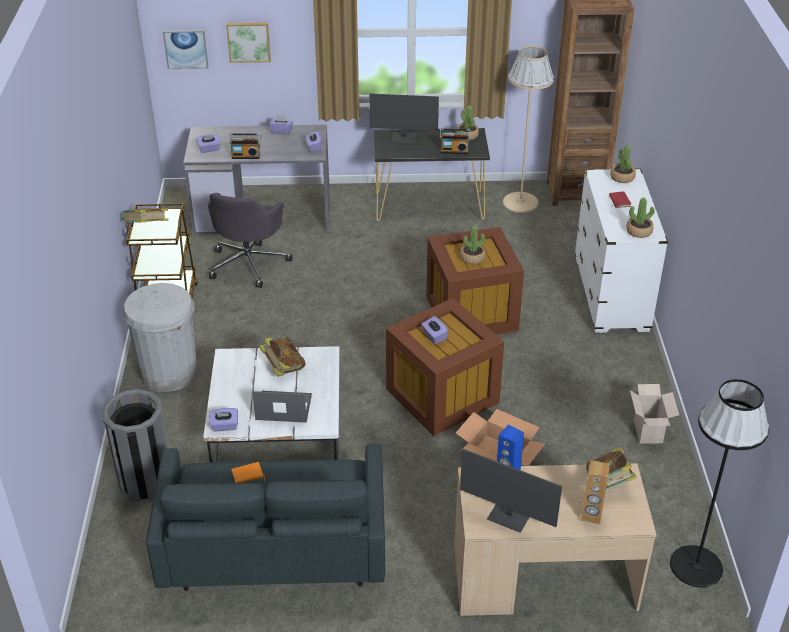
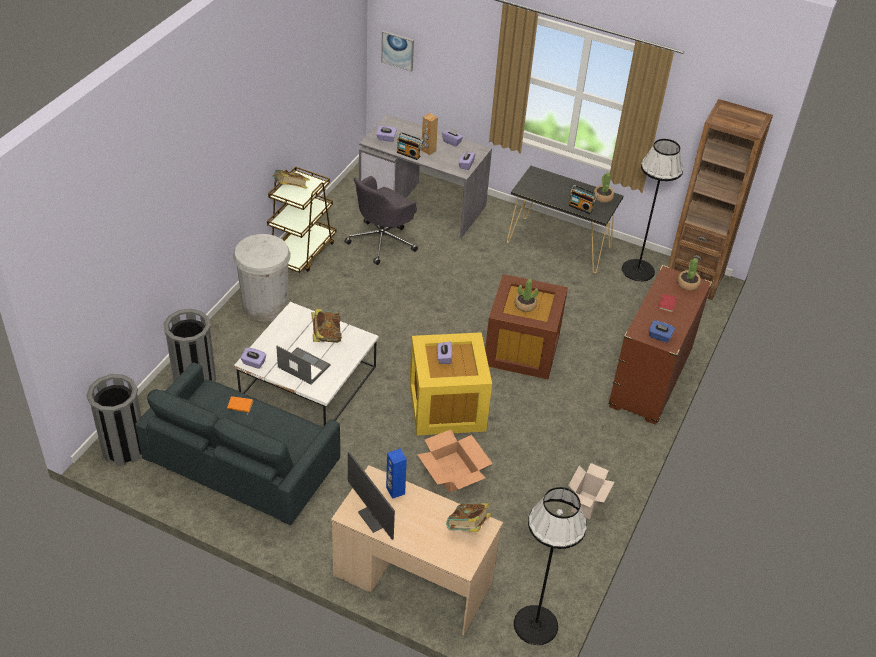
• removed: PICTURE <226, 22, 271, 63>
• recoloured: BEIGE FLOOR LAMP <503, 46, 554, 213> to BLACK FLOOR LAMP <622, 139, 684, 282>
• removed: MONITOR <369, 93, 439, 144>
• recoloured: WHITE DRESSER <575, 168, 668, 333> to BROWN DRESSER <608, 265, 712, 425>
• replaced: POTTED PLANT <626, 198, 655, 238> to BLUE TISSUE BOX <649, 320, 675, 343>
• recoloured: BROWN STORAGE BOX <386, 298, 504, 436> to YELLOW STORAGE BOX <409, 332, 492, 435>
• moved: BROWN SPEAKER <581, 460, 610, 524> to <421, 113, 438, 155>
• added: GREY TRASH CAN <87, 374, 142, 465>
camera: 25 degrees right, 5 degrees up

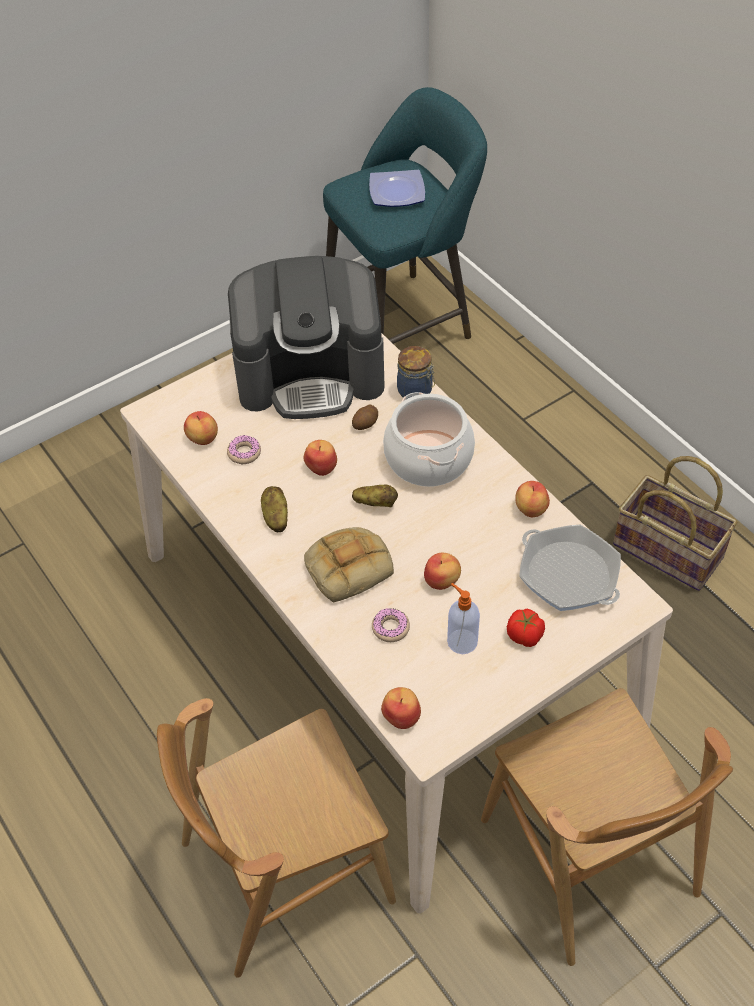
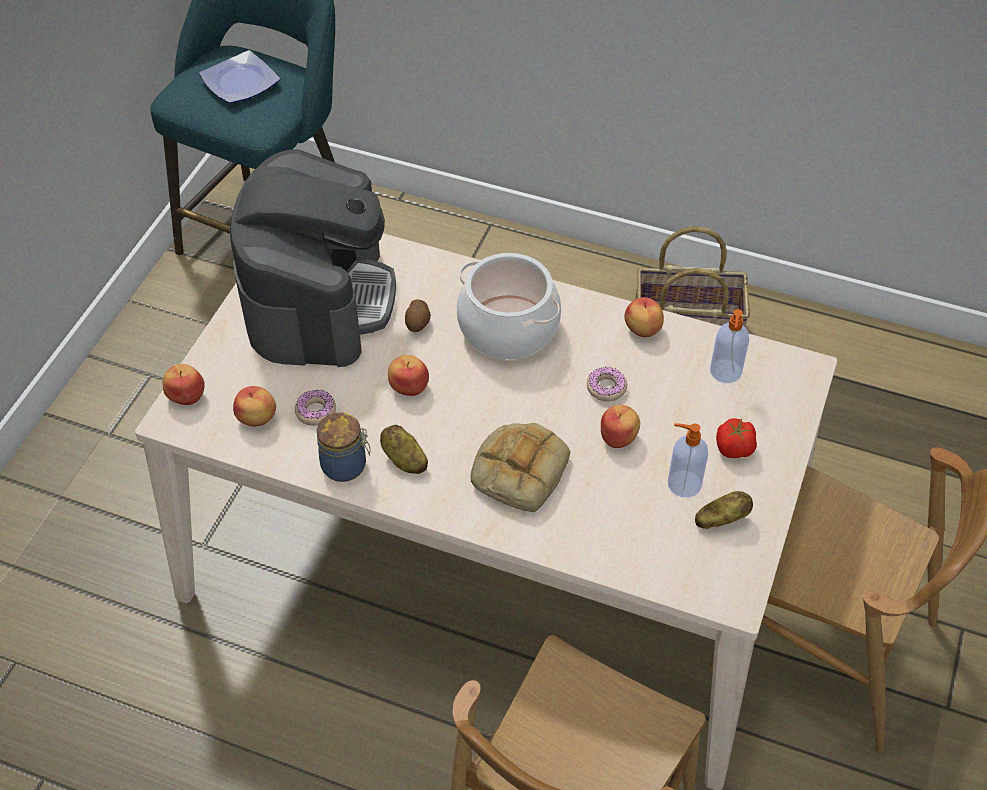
• turned: COFFEE MACHINE <228, 256, 385, 419> = <230, 149, 396, 367> 45 degrees counterclockwise
• moved: JAR <397, 346, 435, 399> to <317, 412, 371, 482>
• moved: POTATO <352, 485, 398, 508> to <695, 491, 753, 529>
• replaced: FRYING PAN <519, 524, 621, 611> to SOAP DISPENSER <710, 309, 749, 383>
• moved: DONUT <372, 608, 410, 642> to <587, 367, 627, 401>
• moved: APPLE <381, 687, 421, 729> to <163, 364, 205, 405>
camera: 35 degrees left, 0 degrees up

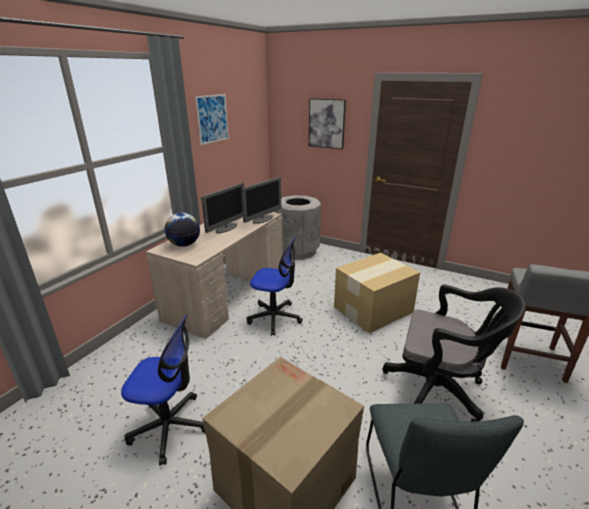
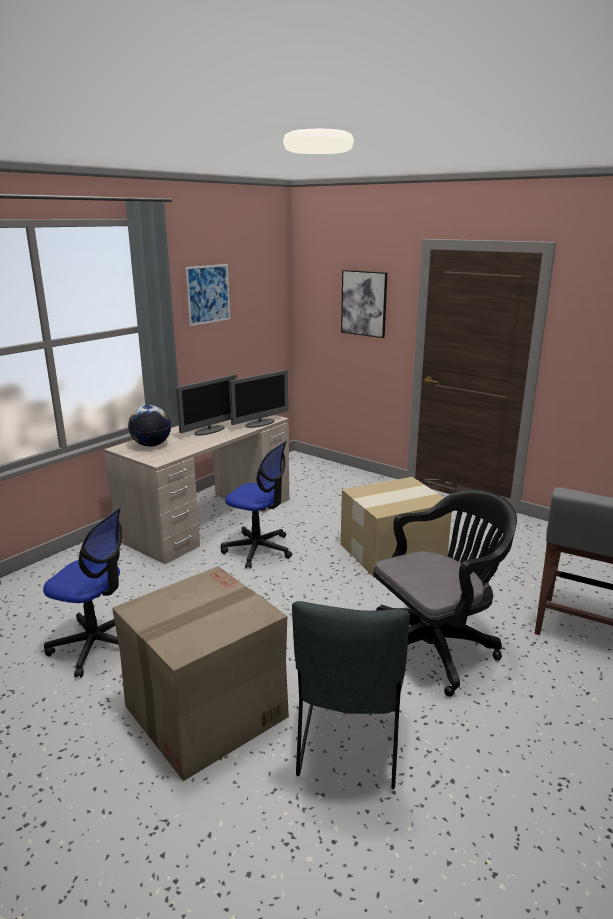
• removed: GREY TRASH CAN <276, 195, 321, 260>
• turned: BLACK OFFICE CHAIR <383, 285, 526, 422> = <373, 490, 517, 697> 60 degrees counterclockwise
camera: 10 degrees right, 5 degrees down

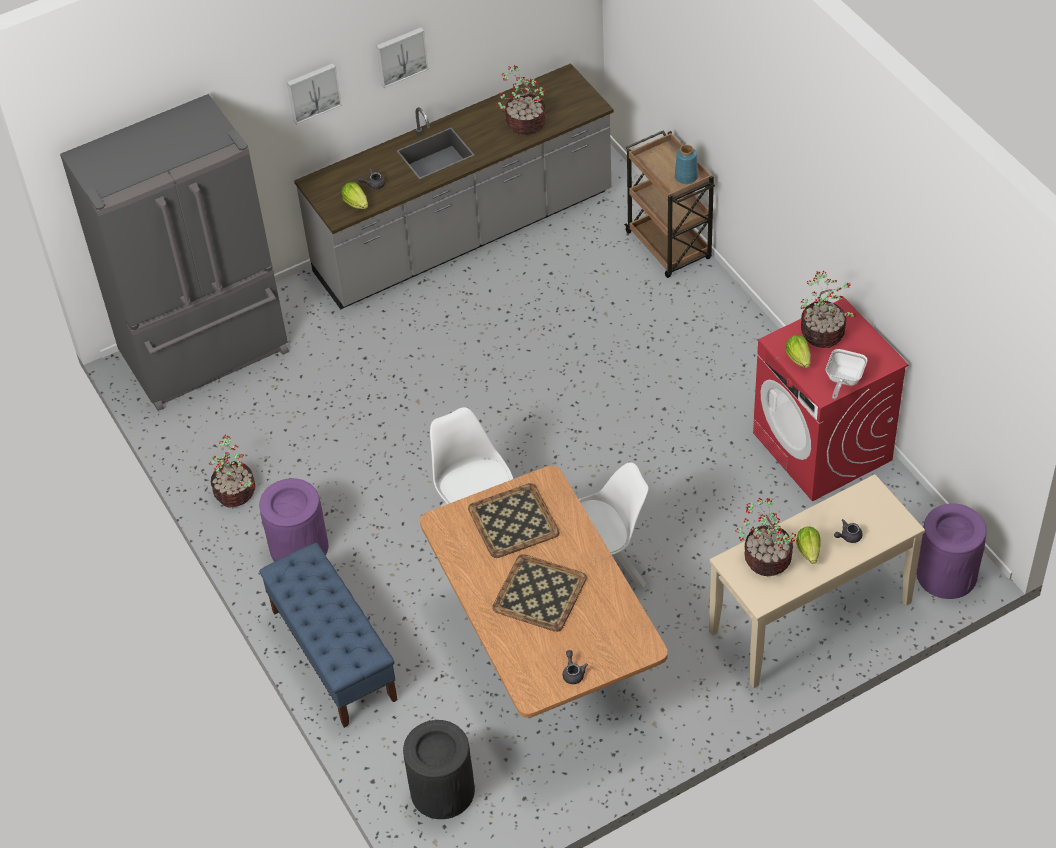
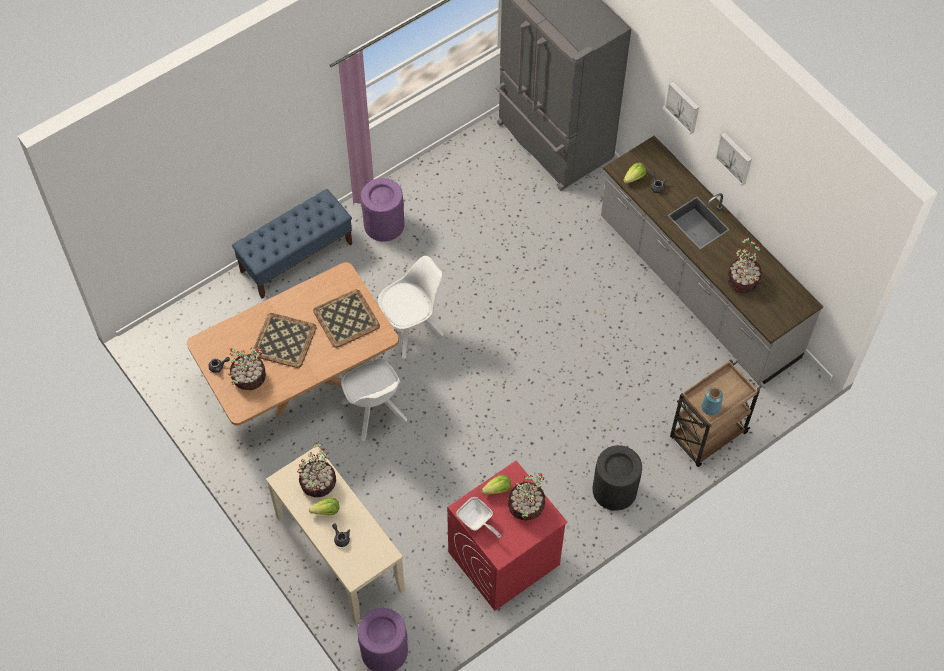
• turned: FRYING PAN <826, 349, 867, 399> = <456, 497, 501, 538> 150 degrees counterclockwise
• moved: POTTED PLANT <209, 435, 255, 508> to <228, 348, 266, 390>
• moved: BLACK TRASH CAN <403, 720, 475, 819> to <592, 445, 642, 511>
camera: 80 degrees right, 10 degrees up

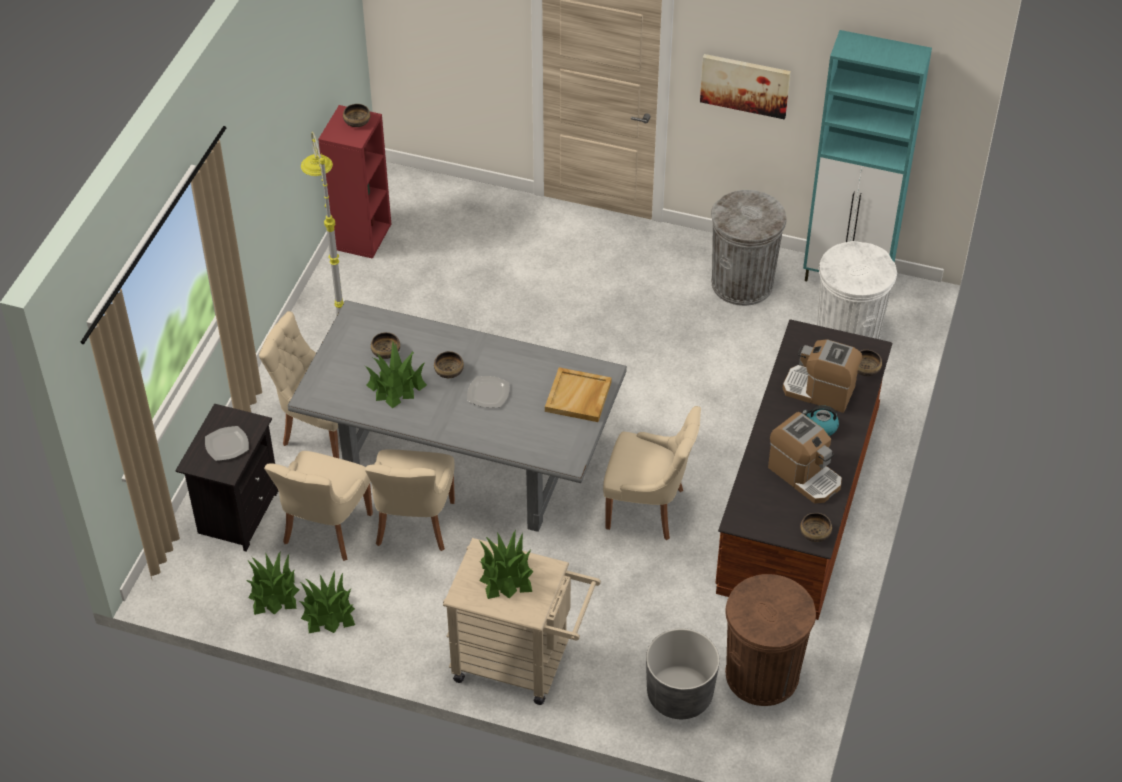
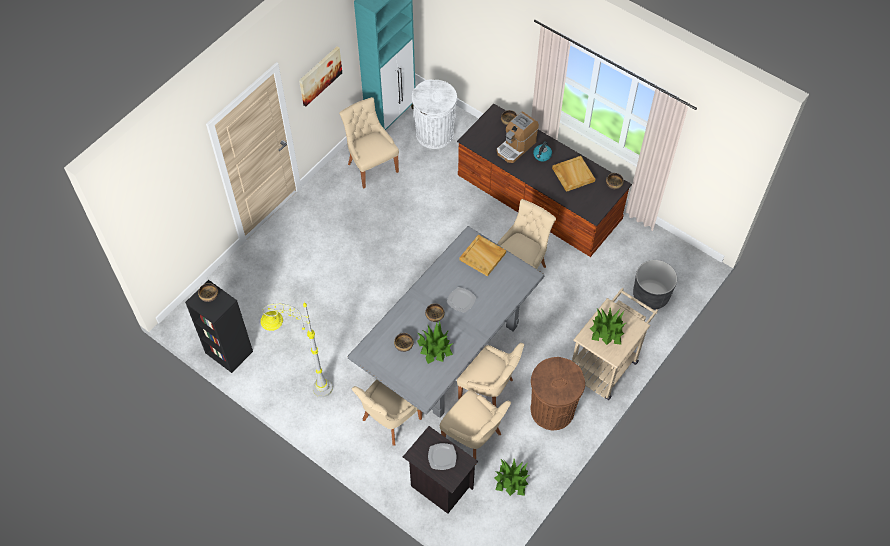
• recoloured: RED BOOKCASE <318, 105, 391, 259> to BLACK BOOKCASE <185, 280, 253, 373>
• replaced: GREY TRASH CAN <711, 190, 787, 306> to BEIGE CHAIR <339, 97, 399, 188>
• replaced: COFFEE MACHINE <768, 412, 842, 503> to BEIGE TRAY <552, 156, 595, 192>
• removed: POTTED PLANT <298, 570, 355, 633>
• moved: BROWN TRASH CAN <725, 574, 816, 706> to <531, 357, 585, 430>
camera: 70 degrees left, 10 degrees up

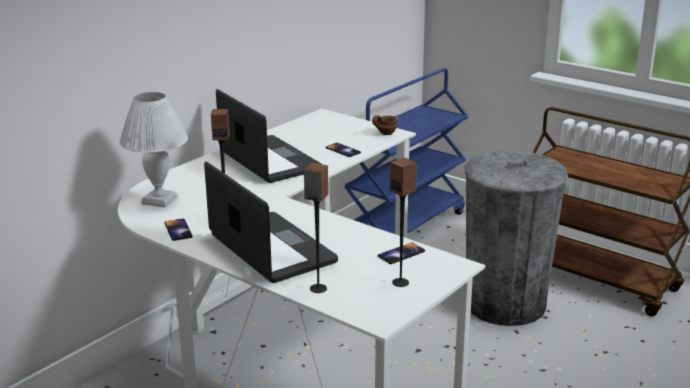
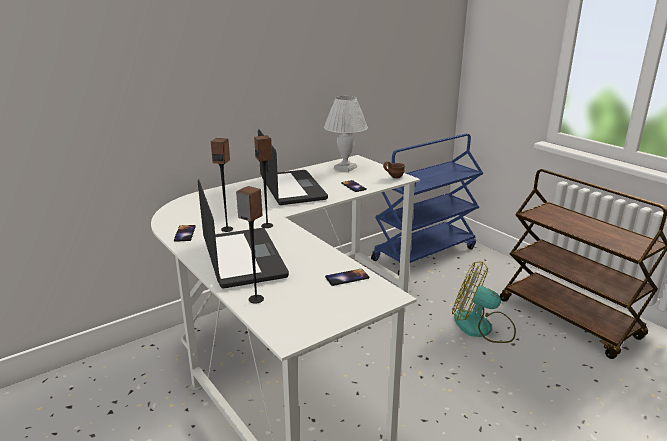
• moved: WHITE TABLE LAMP <119, 92, 188, 207> to <324, 96, 368, 172>
• replaced: GREY TRASH CAN <464, 150, 568, 326> to FAN <452, 262, 516, 343>
• moved: SPEAKER <390, 158, 417, 287> to <254, 135, 273, 228>
camera: 15 degrees right, 0 degrees up

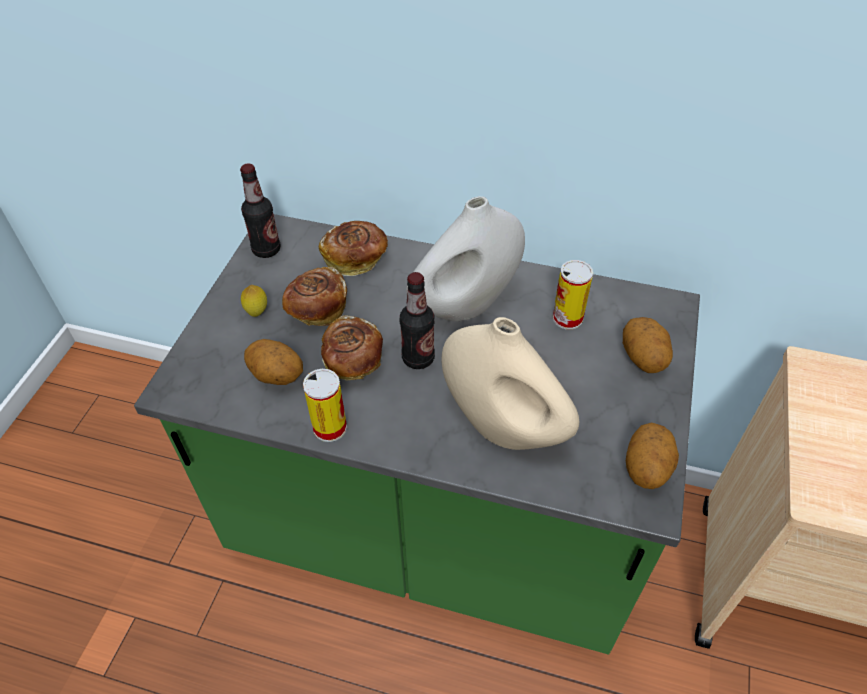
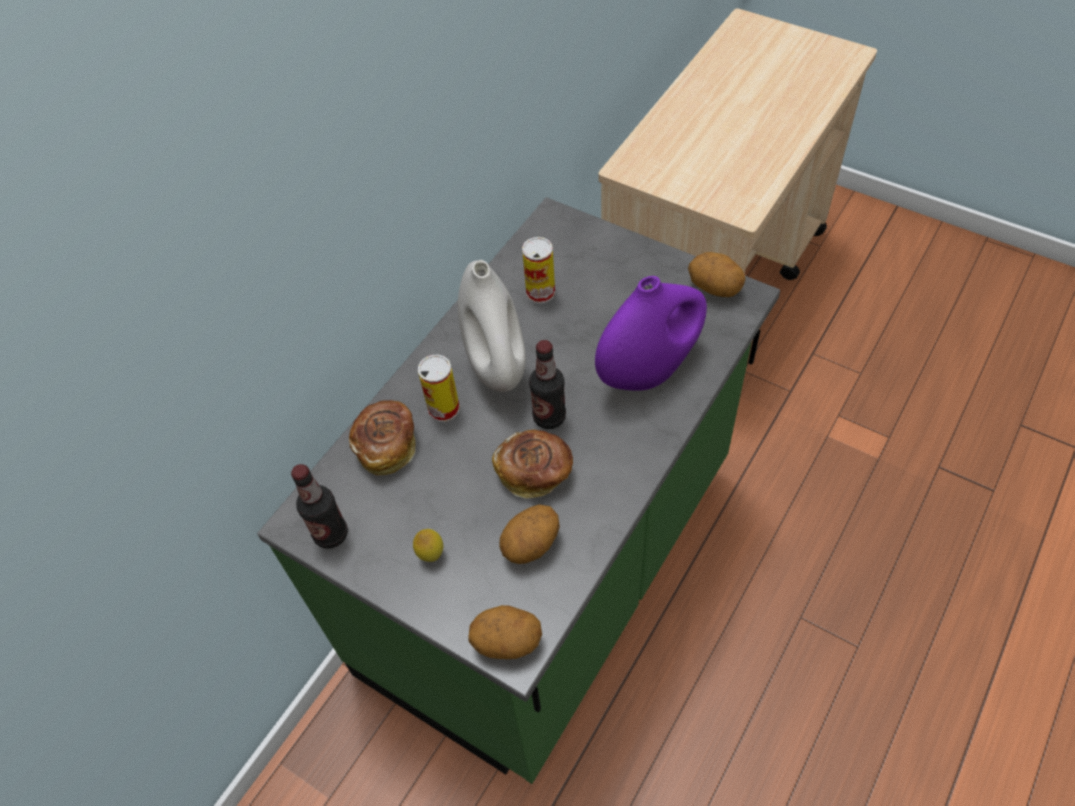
• removed: BREAD <282, 267, 347, 326>
• recoloured: BEIGE VASE <441, 317, 579, 450> to PURPLE VASE <595, 276, 707, 391>
• moved: POTATO <623, 317, 673, 373> to <468, 605, 542, 659>
• moved: CAN <303, 369, 347, 442> to <418, 355, 460, 422>
camera: 70 degrees left, 5 degrees up

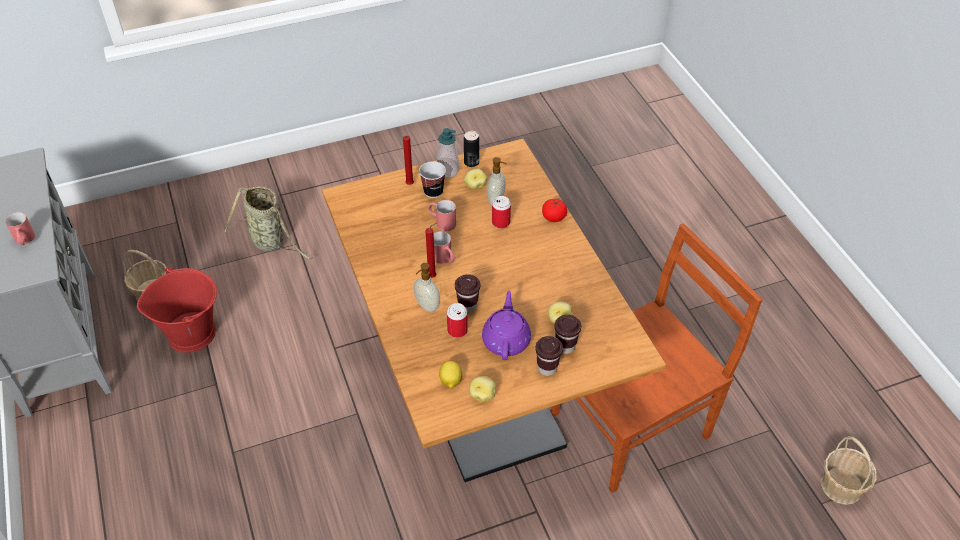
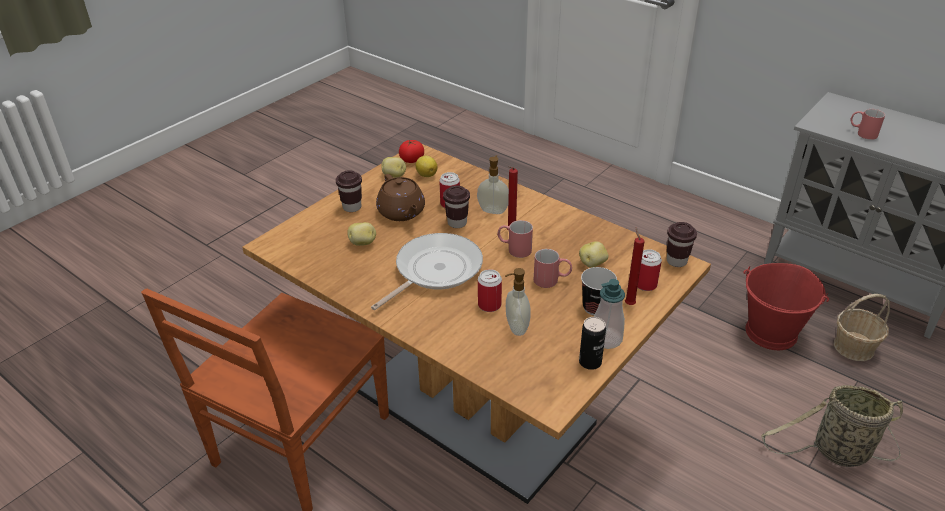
• moved: POTATO <464, 169, 487, 190> to <579, 241, 608, 268>
• moved: TOMATO <542, 199, 567, 222> to <399, 140, 424, 163>
• recoloured: PURPLE TEAPOT <482, 290, 531, 360> to BROWN TEAPOT <376, 174, 425, 221>
• moved: BROWN CUP <554, 315, 581, 354> to <667, 222, 697, 267>
• removed: BASKET <821, 436, 877, 505>
• added: FRYING PAN <371, 233, 483, 310>
• added: CAN <637, 249, 662, 291>
camera: 150 degrees right, 10 degrees down

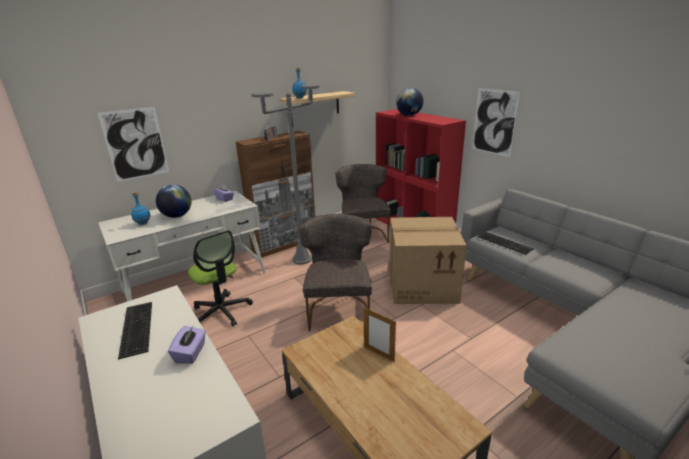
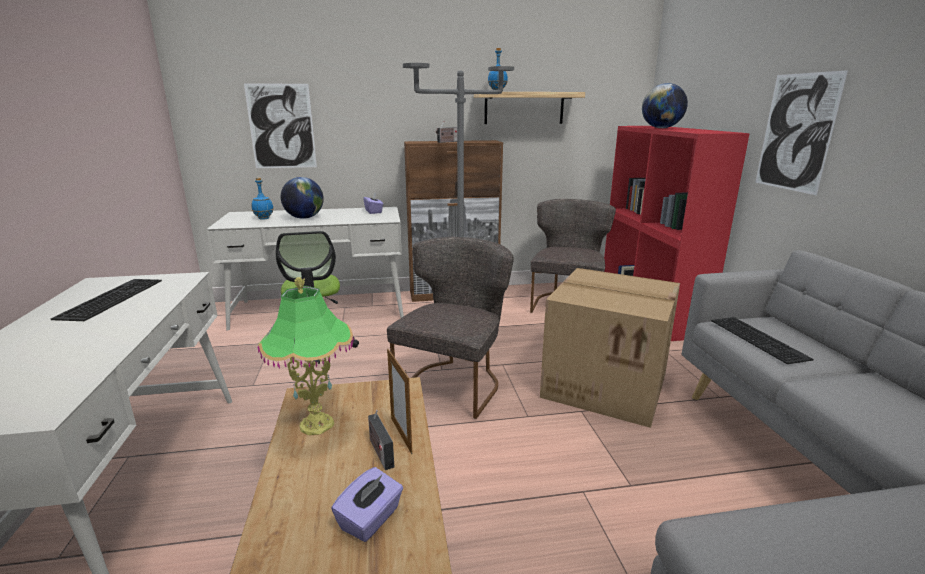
• moved: PURPLE TISSUE BOX <168, 326, 206, 364> to <331, 467, 403, 542>
• added: TABLE LAMP <258, 277, 354, 435>
• added: RADIO <368, 410, 394, 470>
camera: 25 degrees right, 5 degrees down

